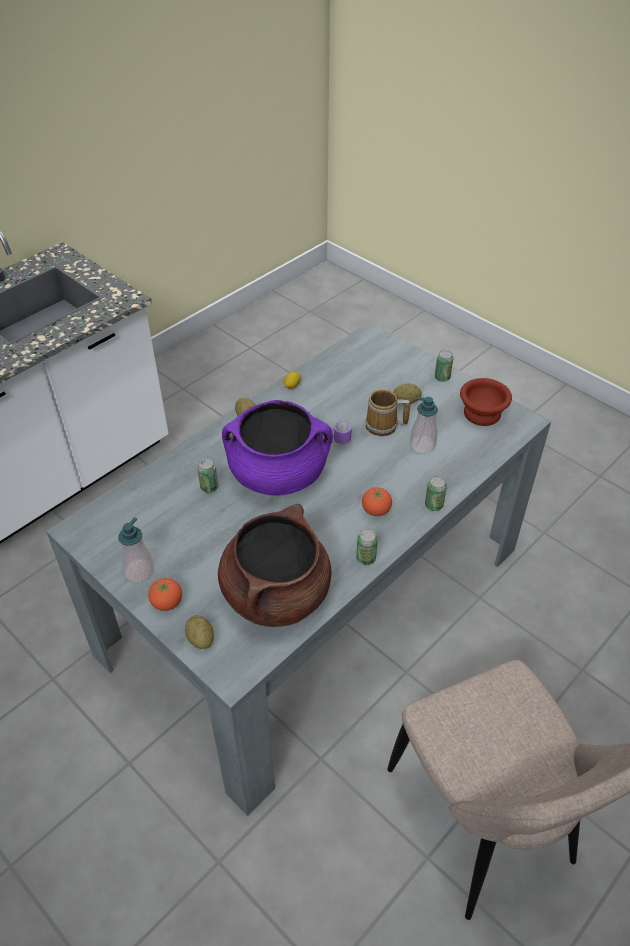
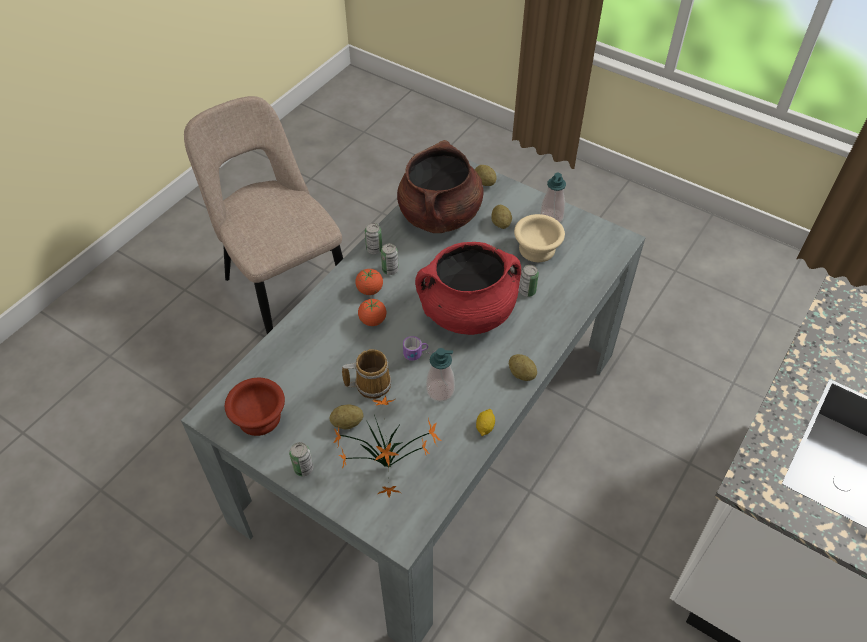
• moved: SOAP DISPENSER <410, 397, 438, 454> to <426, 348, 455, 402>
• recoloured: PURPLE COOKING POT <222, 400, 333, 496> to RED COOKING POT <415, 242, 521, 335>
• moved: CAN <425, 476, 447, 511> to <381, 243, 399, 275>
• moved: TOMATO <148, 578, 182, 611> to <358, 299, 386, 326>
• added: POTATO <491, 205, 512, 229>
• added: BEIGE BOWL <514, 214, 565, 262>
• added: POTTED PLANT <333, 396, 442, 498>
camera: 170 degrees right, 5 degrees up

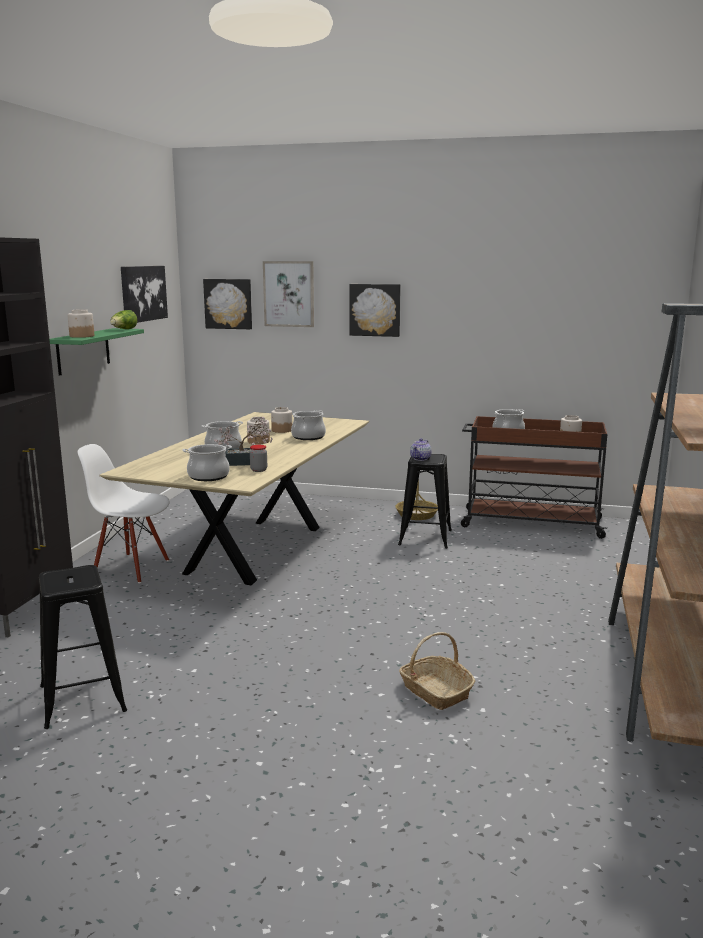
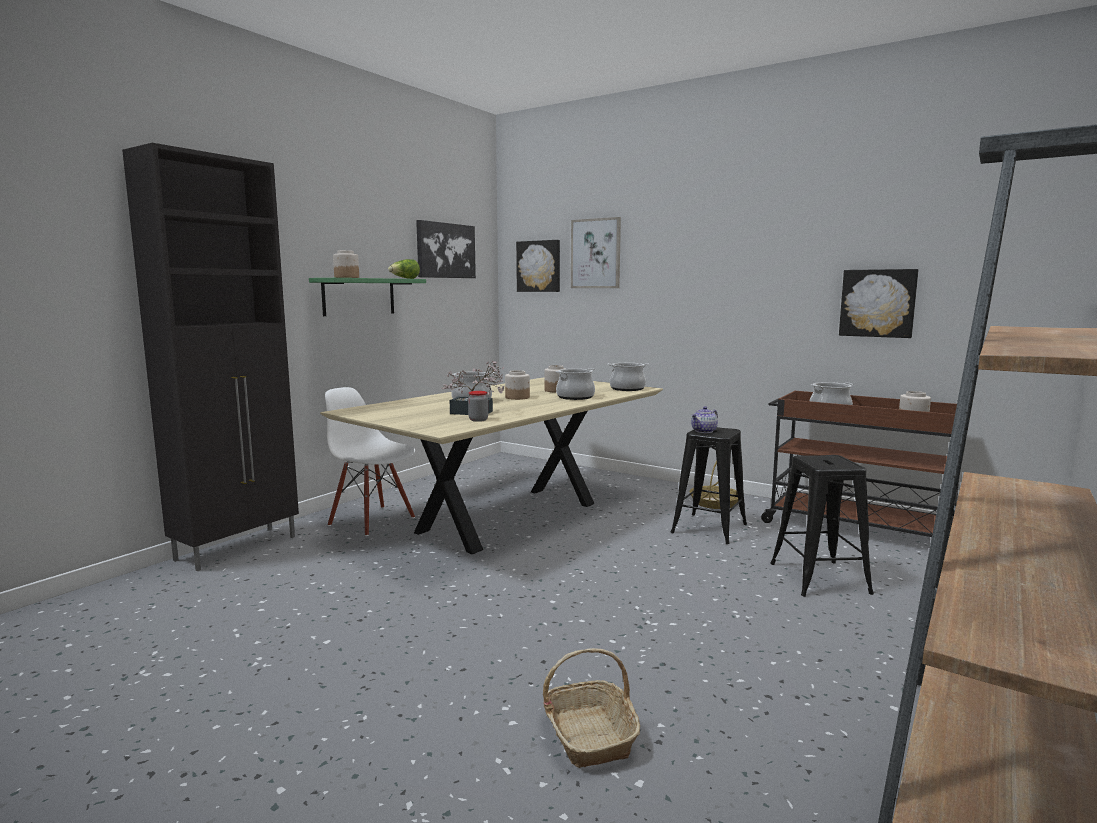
• moved: PICTURE <349, 284, 401, 337> to <839, 269, 918, 338>
• moved: COOKING POT <182, 444, 232, 481> to <607, 363, 649, 391>
• moved: BLACK STOOL <39, 565, 127, 729> to <770, 455, 874, 597>
camera: 20 degrees right, 5 degrees down

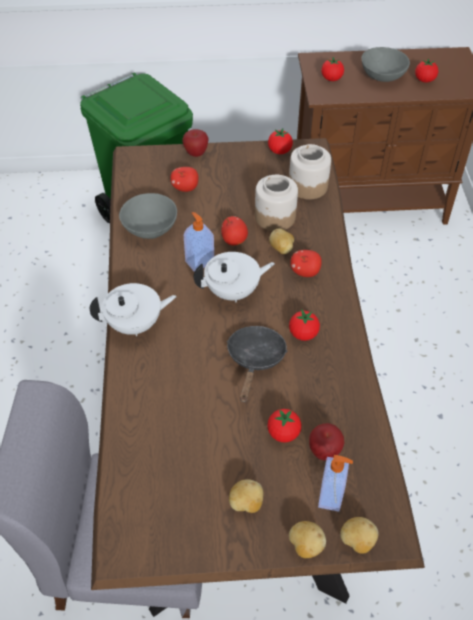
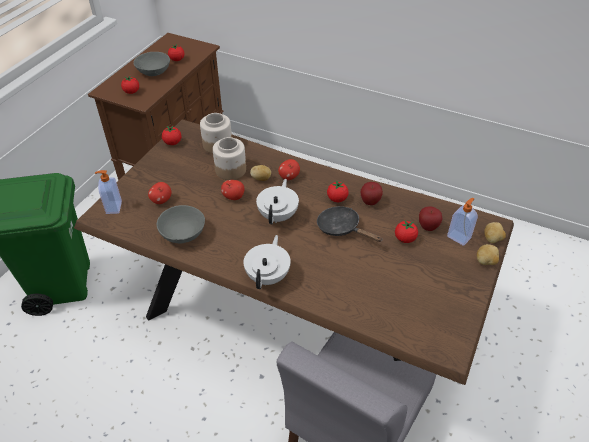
• moved: APPLE <182, 129, 209, 157> to <361, 182, 383, 205>
• moved: SOAP DISPENSER <184, 212, 214, 272> to <95, 170, 122, 214>
• removed: POTATO <229, 479, 263, 513>
camera: 60 degrees left, 5 degrees down

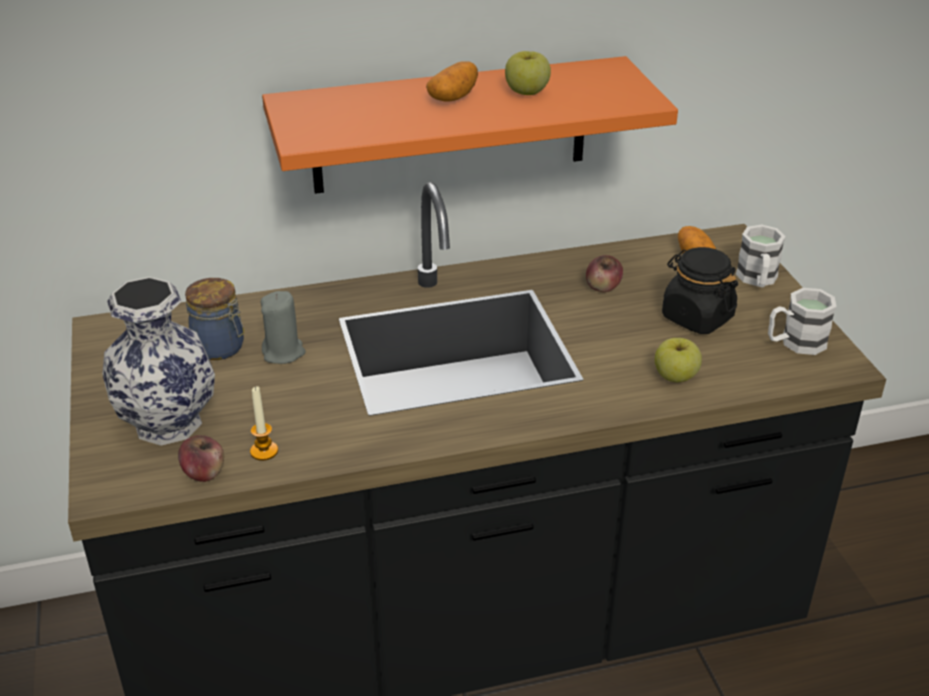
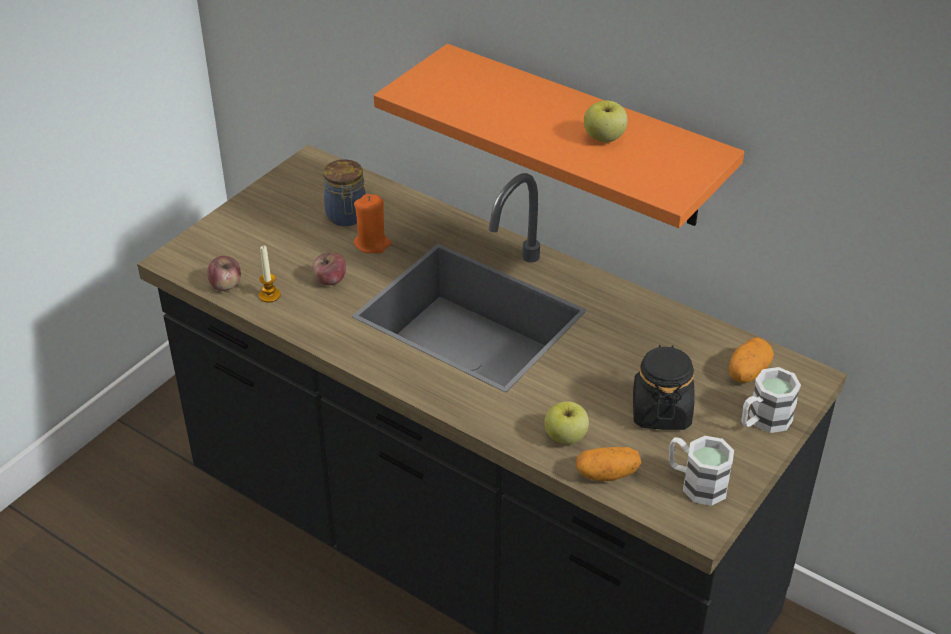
• moved: POTATO <426, 61, 478, 102> to <576, 447, 641, 481>
• moved: APPLE <586, 255, 623, 292> to <312, 252, 346, 285>
• removed: VASE <102, 277, 215, 446>
• recoloured: GREY CANDLE <261, 291, 306, 364> to ORANGE CANDLE <354, 194, 392, 253>
camera: 50 degrees right, 5 degrees up

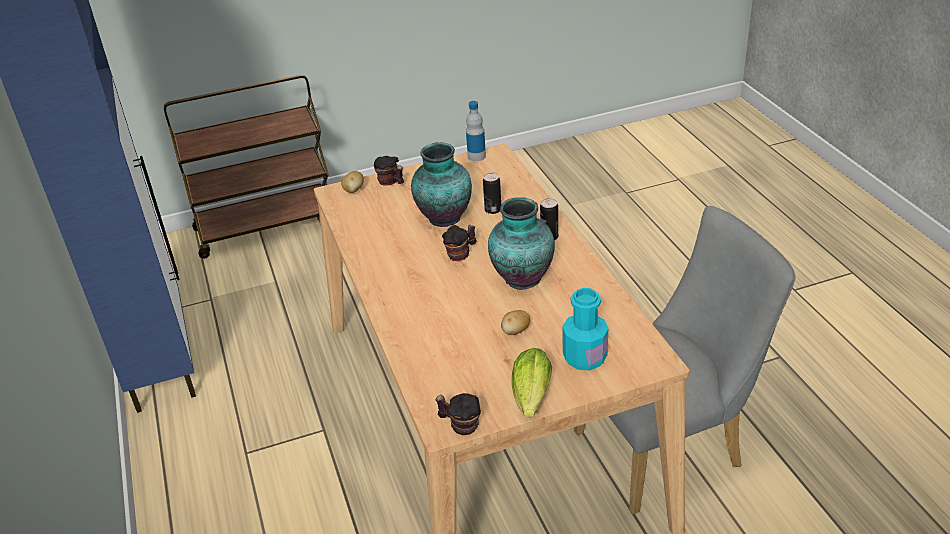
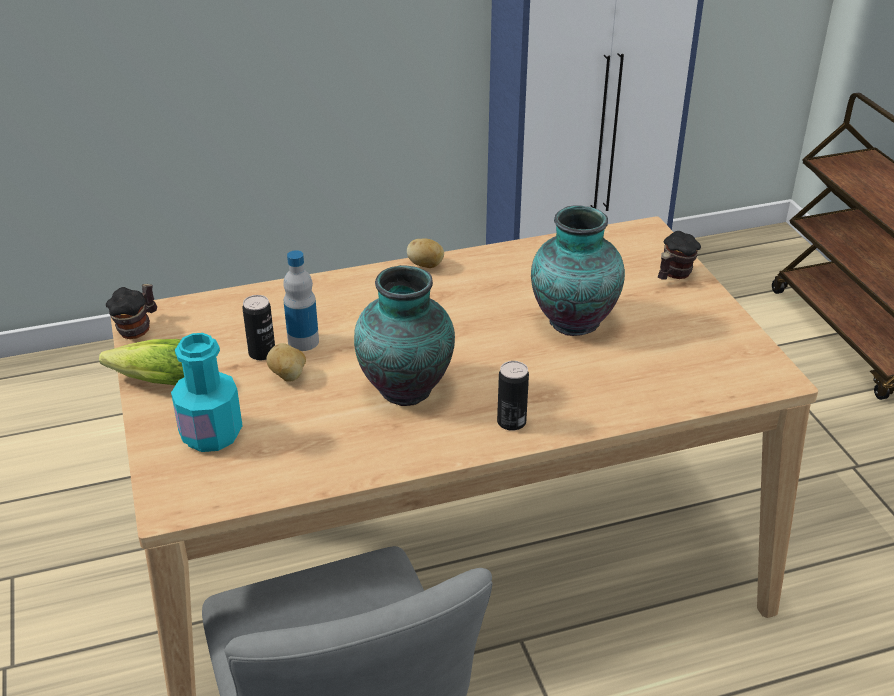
• moved: BOTTLE <466, 101, 486, 161> to <283, 250, 319, 351>
• moved: POTATO <341, 171, 364, 193> to <407, 239, 444, 268>
• moved: CAN <483, 172, 501, 214> to <242, 295, 275, 360>
• removed: MUG <442, 225, 476, 261>
camera: 90 degrees right, 0 degrees up

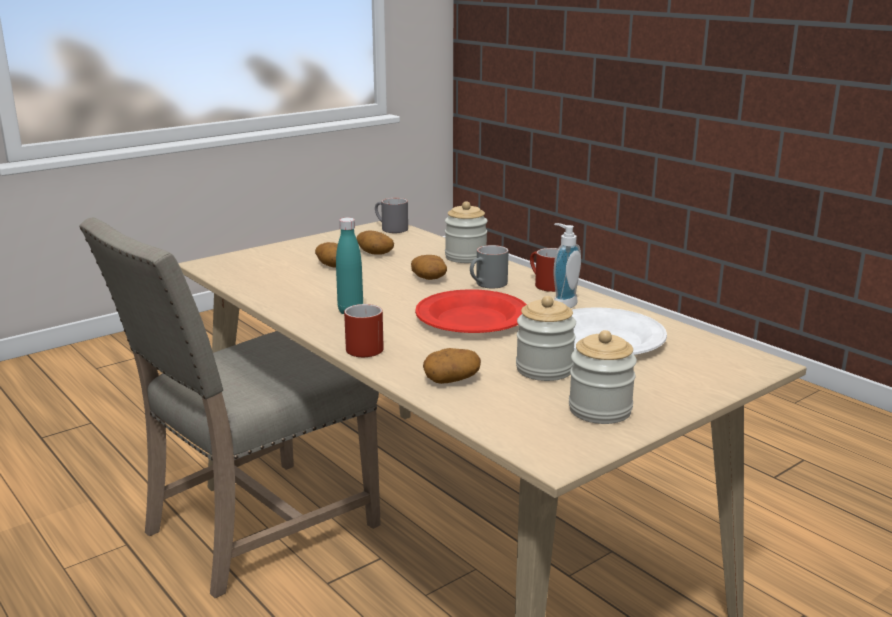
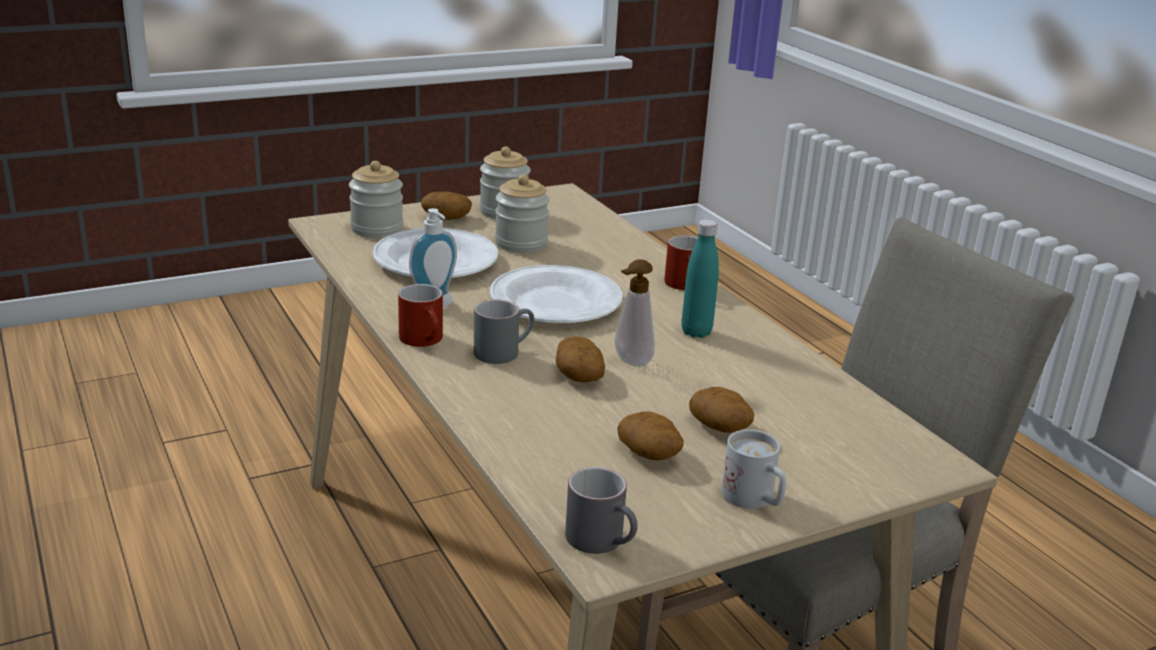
• moved: JAR <445, 201, 488, 263> to <349, 161, 403, 238>
• recoloured: RED PLATE <415, 289, 527, 333> to WHITE PLATE <490, 265, 622, 323>
• moved: POTATO <423, 348, 481, 384> to <421, 192, 472, 220>
• added: SOAP DISPENSER <614, 259, 655, 367>
• added: WHITE MUG <721, 430, 786, 509>
camera: 170 degrees left, 5 degrees up

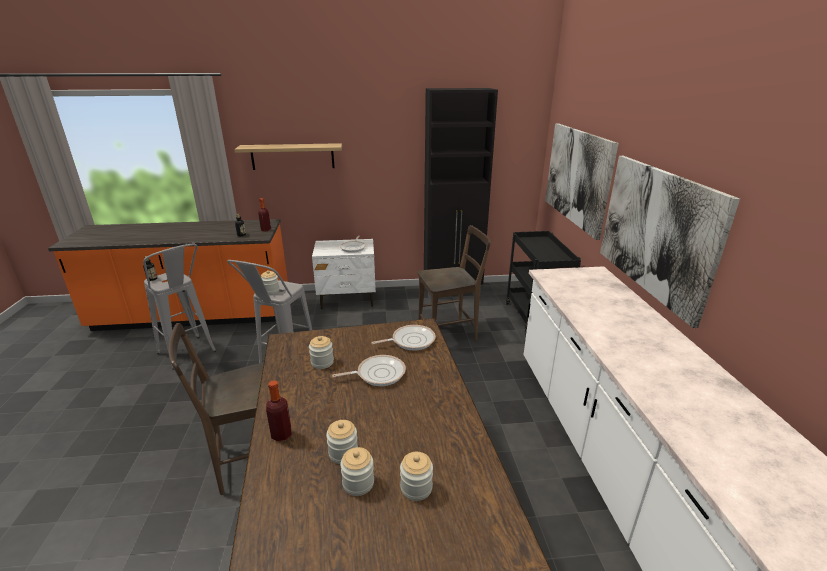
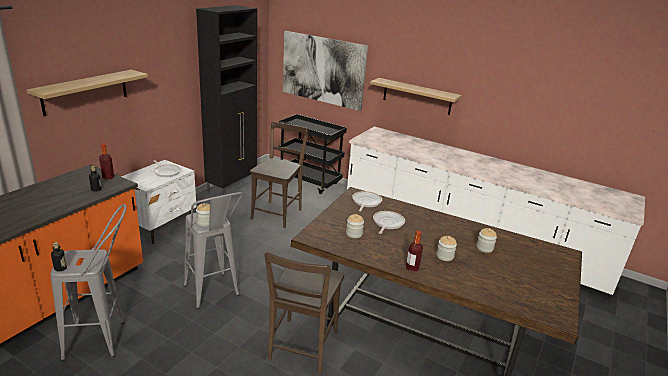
• replaced: PICTURE <600, 156, 740, 328> to SHELF <370, 78, 462, 115>
• removed: JAR <340, 447, 374, 496>
camera: 55 degrees left, 0 degrees up

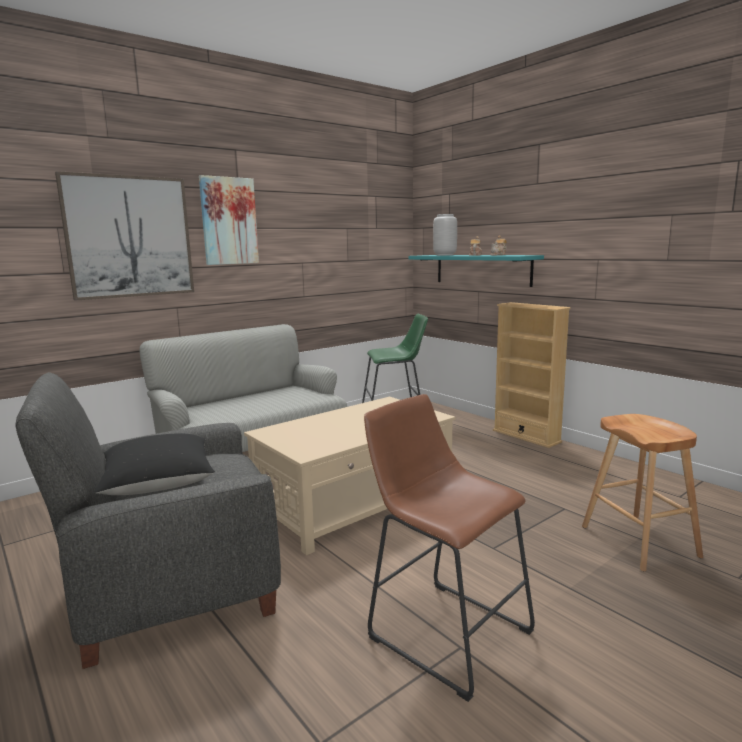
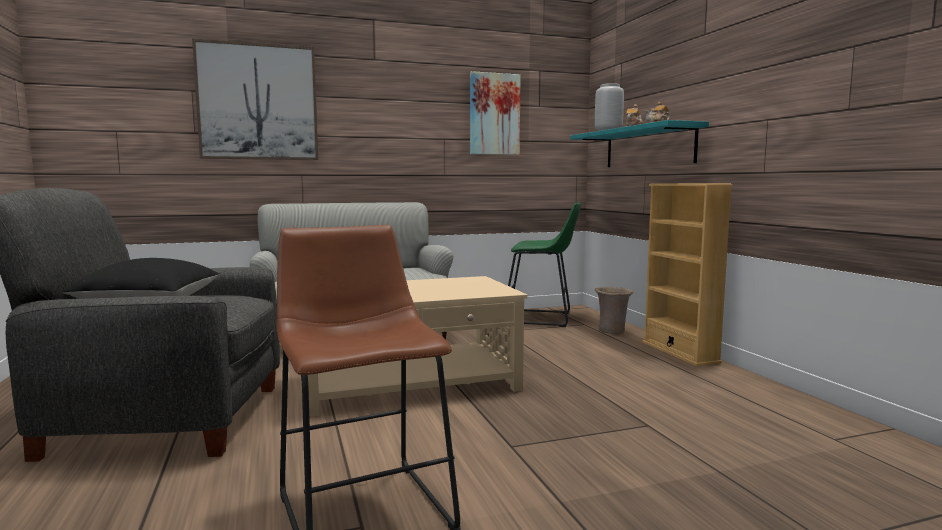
• moved: PICTURE <199, 175, 259, 265> to <470, 71, 521, 155>
• removed: BROWN STOOL <582, 414, 703, 571>
• added: BEIGE VASE <595, 287, 634, 334>
camera: 20 degrees right, 5 degrees down

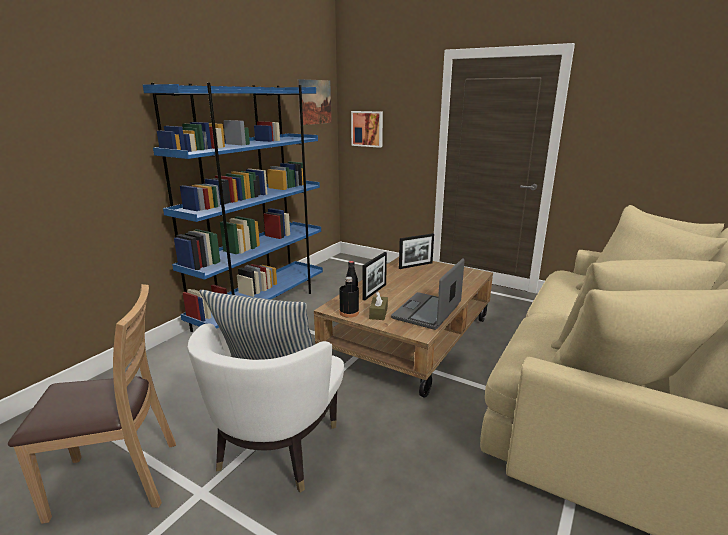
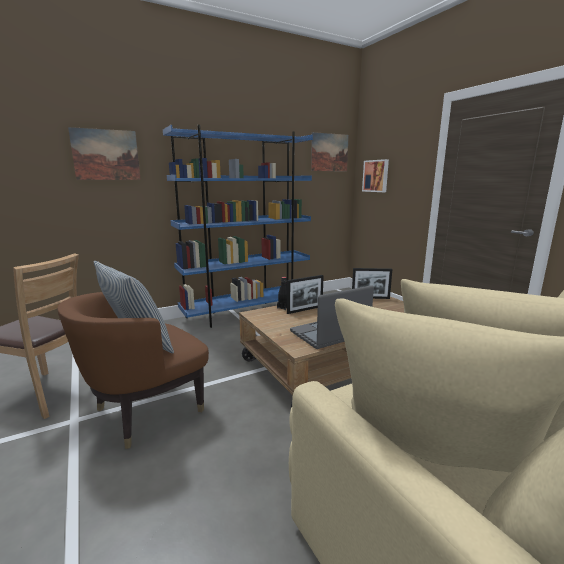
• removed: BLACK BOTTLE <339, 277, 359, 318>
• removed: BROWN TISSUE BOX <369, 291, 388, 320>
• recoloured: WHITE ARMCHAIR <187, 323, 344, 493> to BROWN ARMCHAIR <57, 292, 209, 449>
• added: PICTURE <68, 127, 141, 180>
camera: 30 degrees right, 5 degrees down

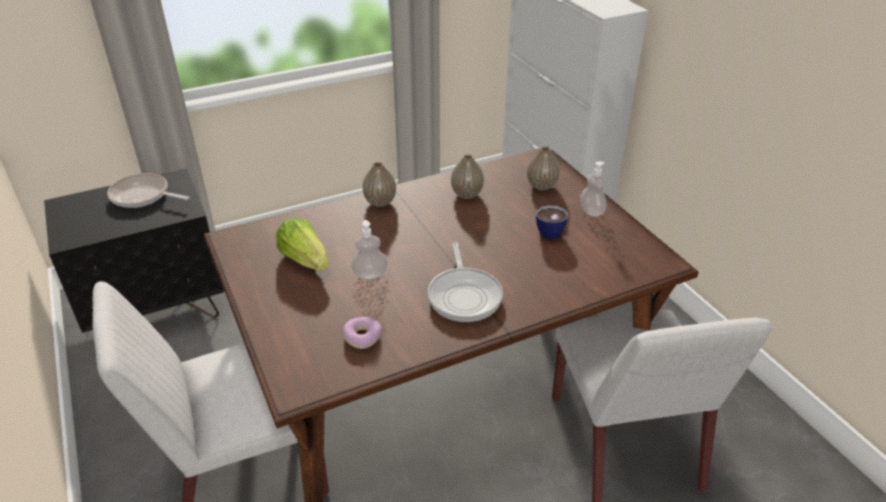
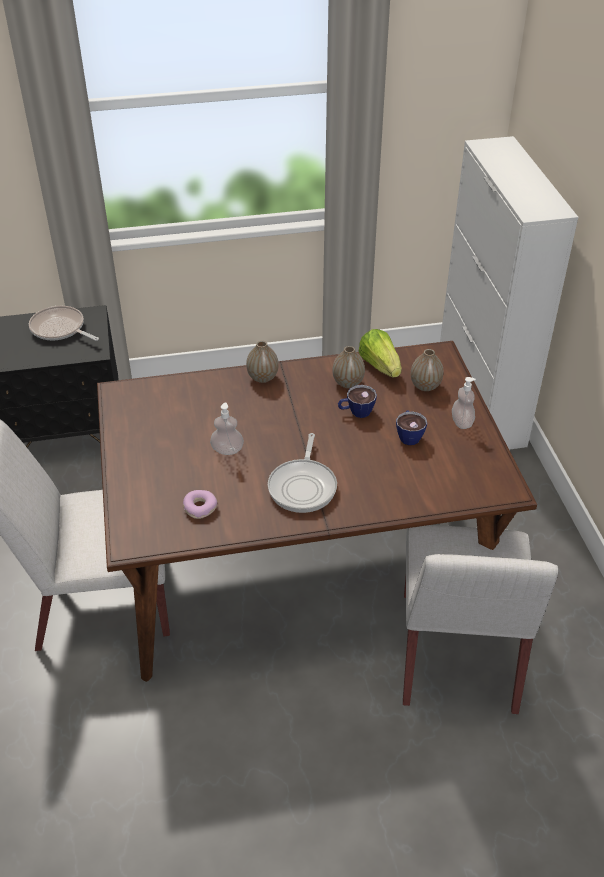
• moved: LETTUCE <276, 218, 329, 271> to <358, 329, 401, 378>
• added: CUP <338, 385, 377, 418>
camera: 15 degrees right, 5 degrees up

